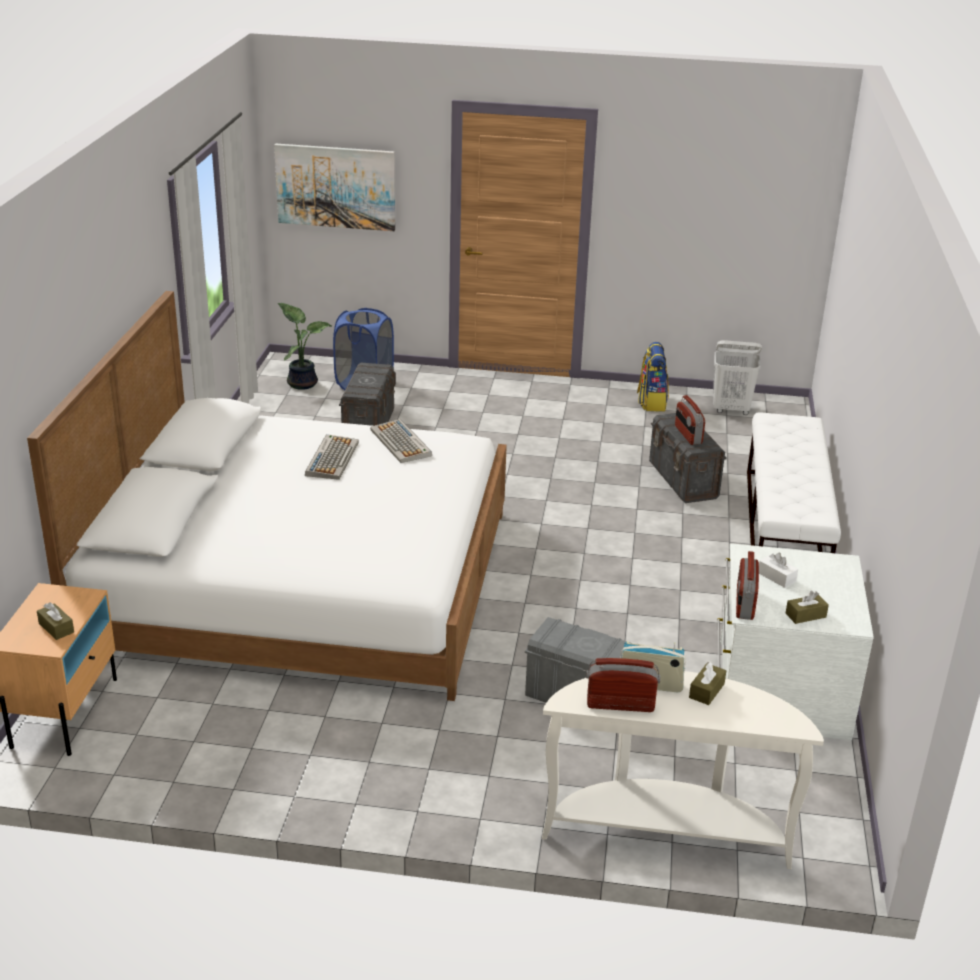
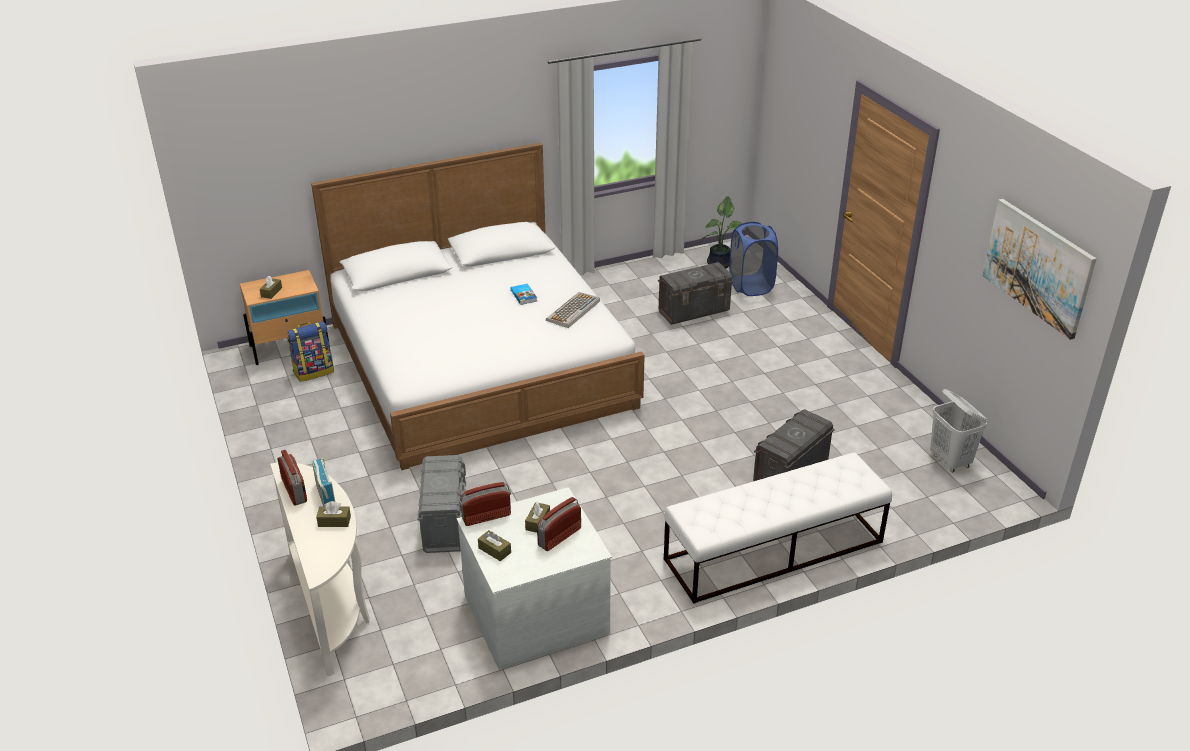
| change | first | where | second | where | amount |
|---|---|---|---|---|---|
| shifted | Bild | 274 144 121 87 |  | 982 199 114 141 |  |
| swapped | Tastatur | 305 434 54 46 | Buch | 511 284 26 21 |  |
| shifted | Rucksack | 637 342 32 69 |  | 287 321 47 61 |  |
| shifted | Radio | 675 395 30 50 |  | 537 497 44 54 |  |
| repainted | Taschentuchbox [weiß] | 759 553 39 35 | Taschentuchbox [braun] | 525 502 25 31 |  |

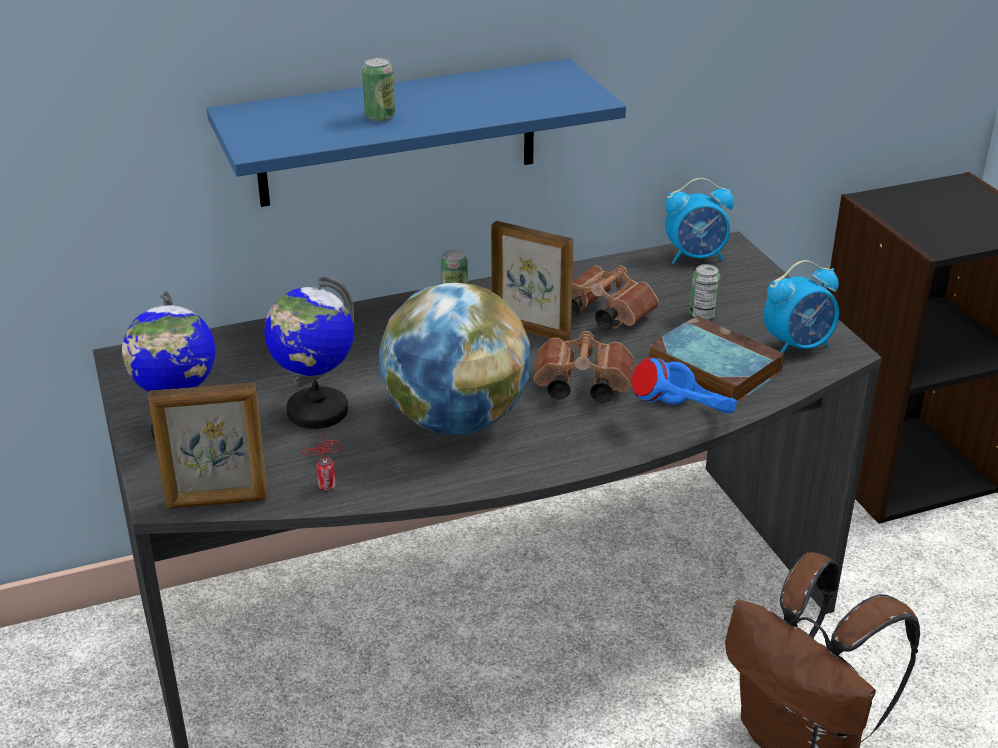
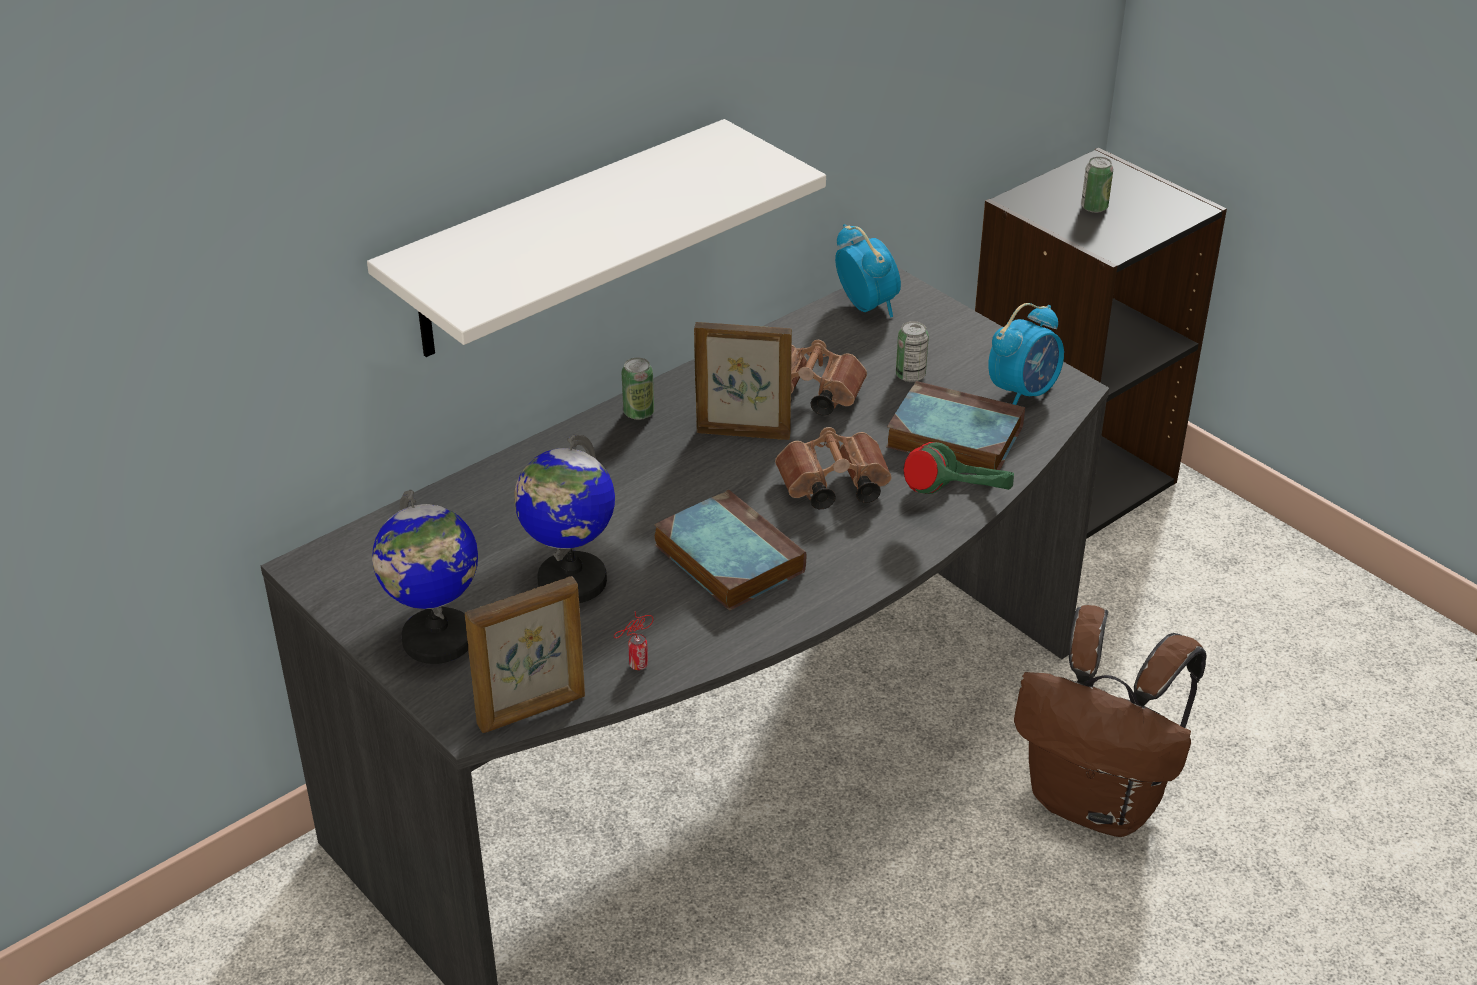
| change | first | where | second | where | amount |
|---|---|---|---|---|---|
| repainted | Wandregal [blau] | 207 59 419 148 | Wandregal [weiß] | 367 119 459 238 |  |
| shifted | Dose | 362 57 33 65 |  | 1081 157 32 56 |  |
| swapped | Globus | 379 283 151 152 | Buch | 654 489 152 122 |  |
| repainted | Kopfhörer [blau] | 632 357 105 57 | Kopfhörer [grün] | 904 442 110 52 |  |
| rotated | Wecker | 665 178 69 86 |  | 835 224 66 93 | 90 degrees counterclockwise |

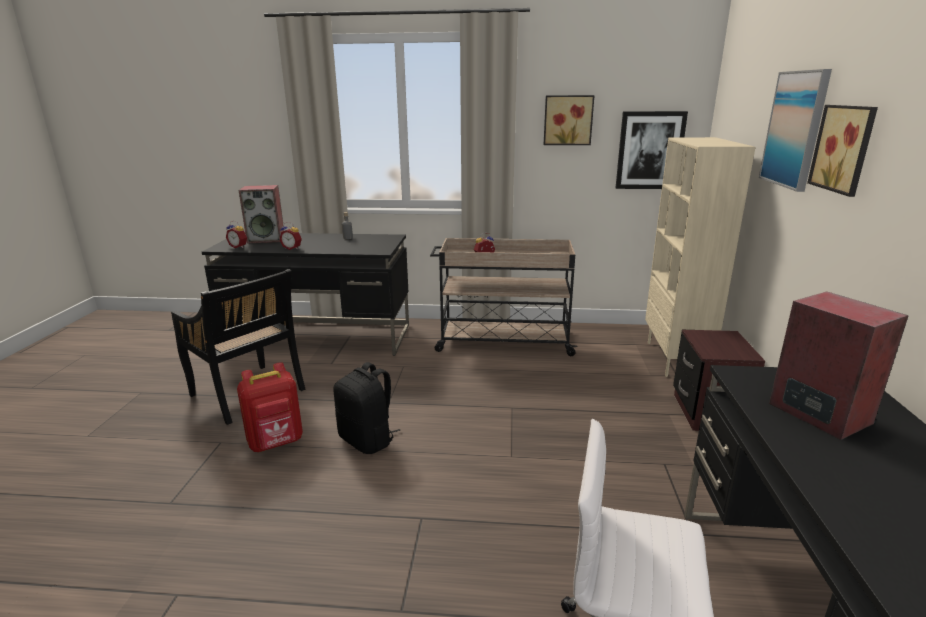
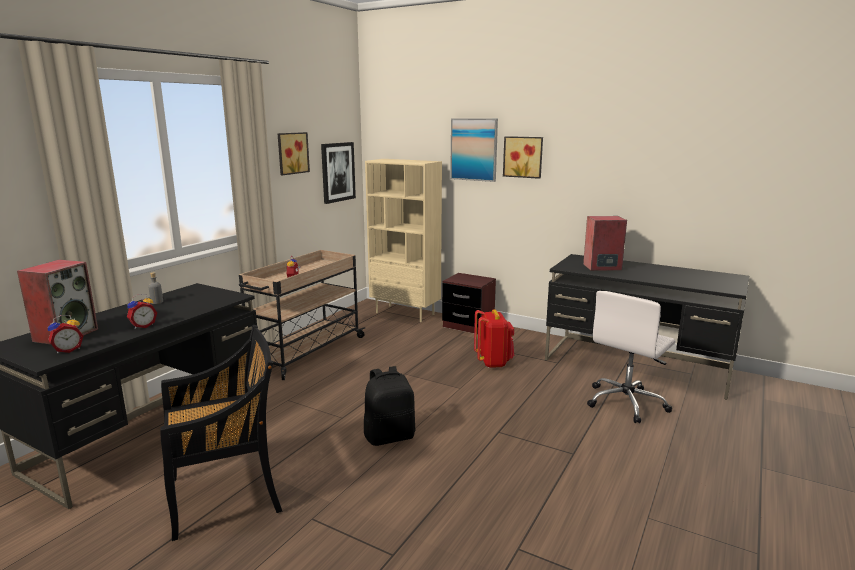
| change | first | where | second | where | amount |
|---|---|---|---|---|---|
| shifted | Rucksack [rot] | 237 362 66 90 |  | 474 309 40 59 |  |

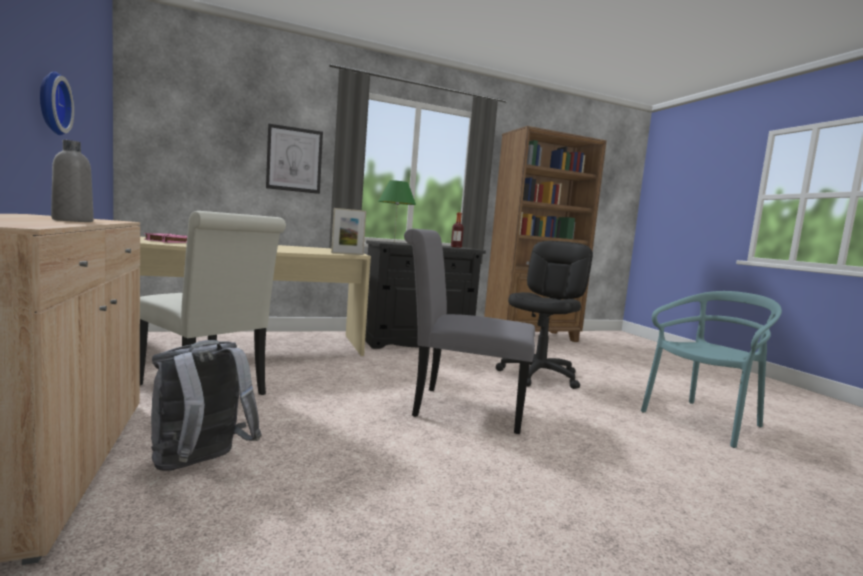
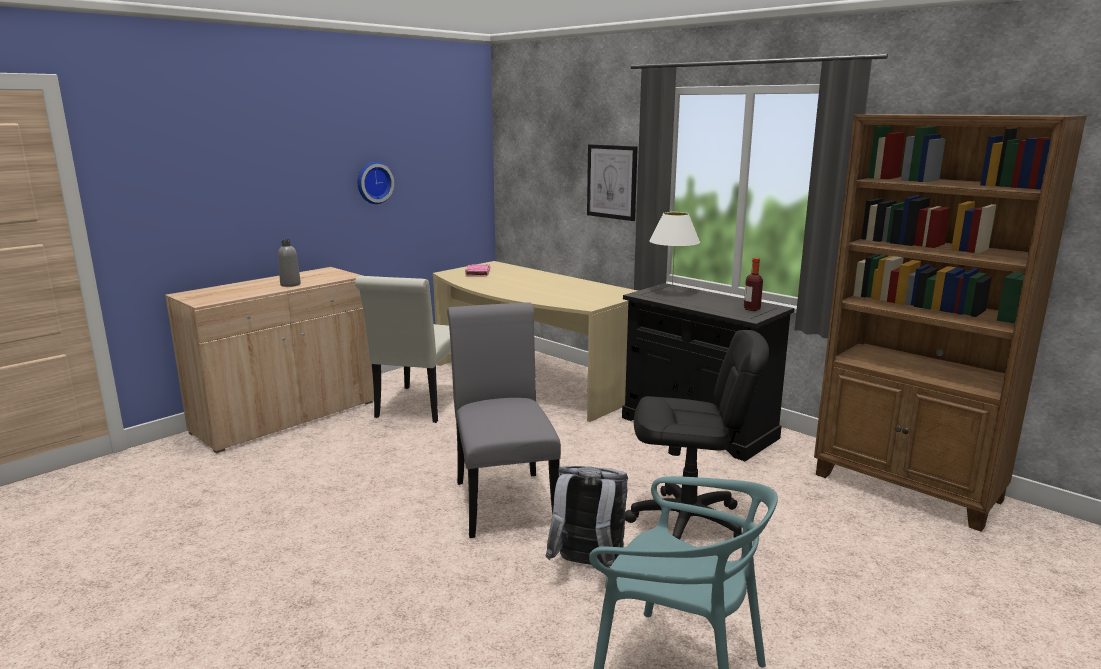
| change | first | where | second | where | amount |
|---|---|---|---|---|---|
| shifted | Rucksack [grau] | 151 340 111 131 |  | 546 466 82 102 |  |
| gone | Bilderrahmen | 331 208 35 47 |  |  |  |
| repainted | Tischlampe [grün] | 378 180 38 63 | Tischlampe [weiß] | 649 212 51 78 |  |

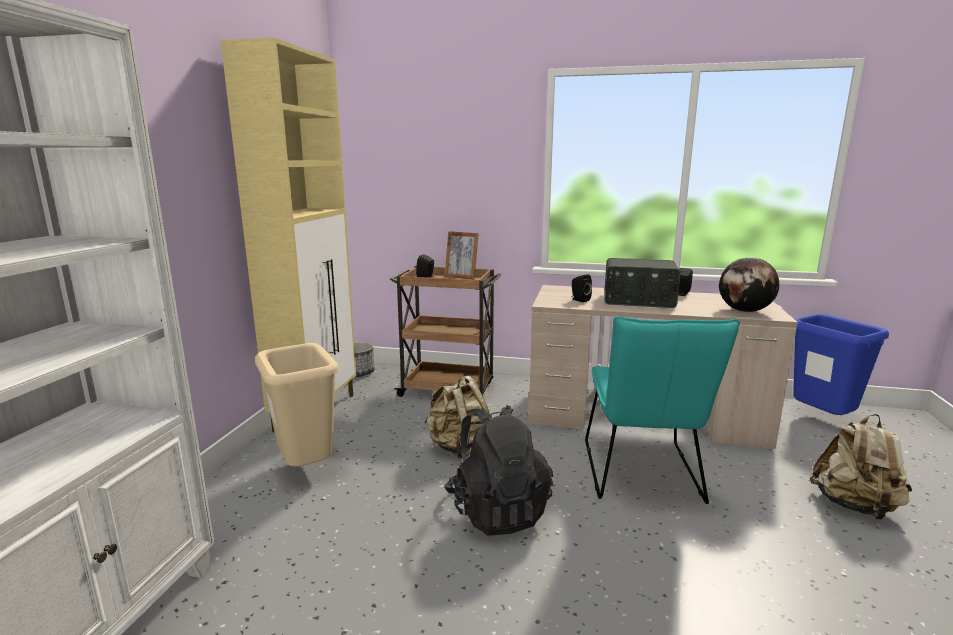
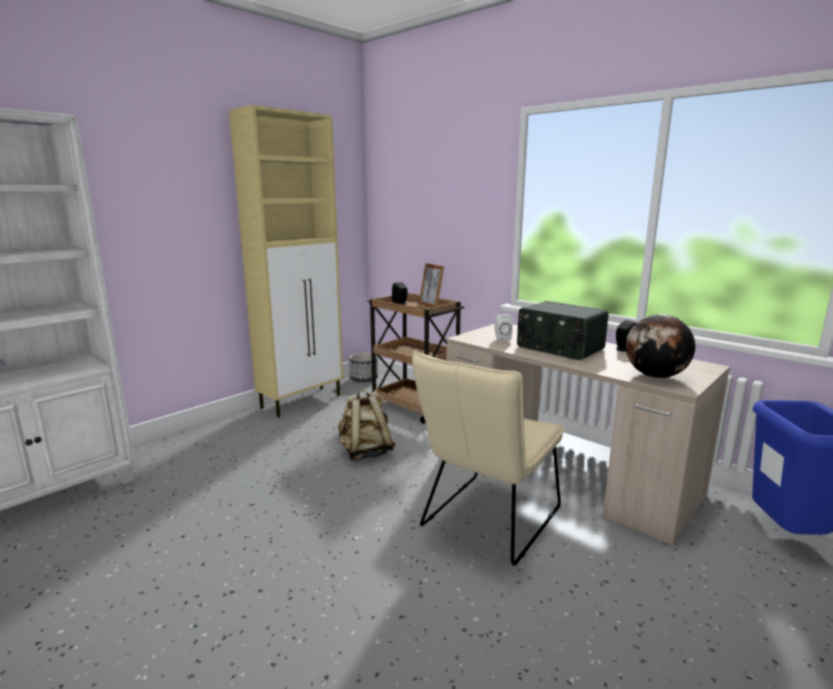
| change | first | where | second | where | amount |
|---|---|---|---|---|---|
| gone | Mülleimer [beige] | 255 343 84 124 |  |  |  |
| gone | Rucksack [schwarz] | 444 405 109 130 |  |  |  |
| repainted | Lautsprecher [schwarz] | 572 274 20 28 | Lautsprecher [weiß] | 494 314 19 28 |  |
| repainted | Stuhl [türkis] | 585 316 155 188 | Stuhl [beige] | 412 351 152 215 |  |
| gone | Rucksack [beige] | 810 414 102 105 |  |  |  |

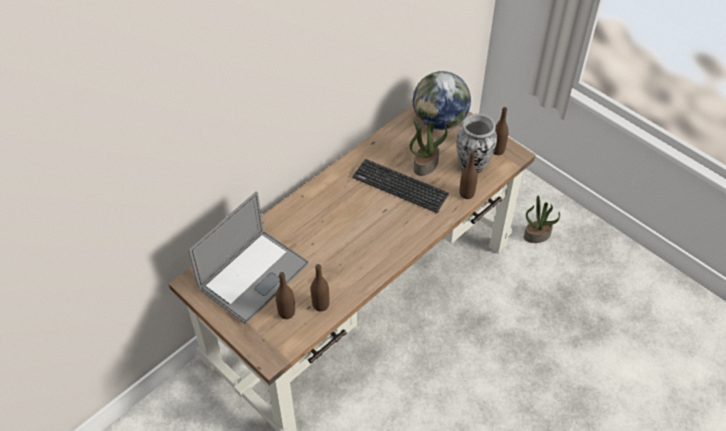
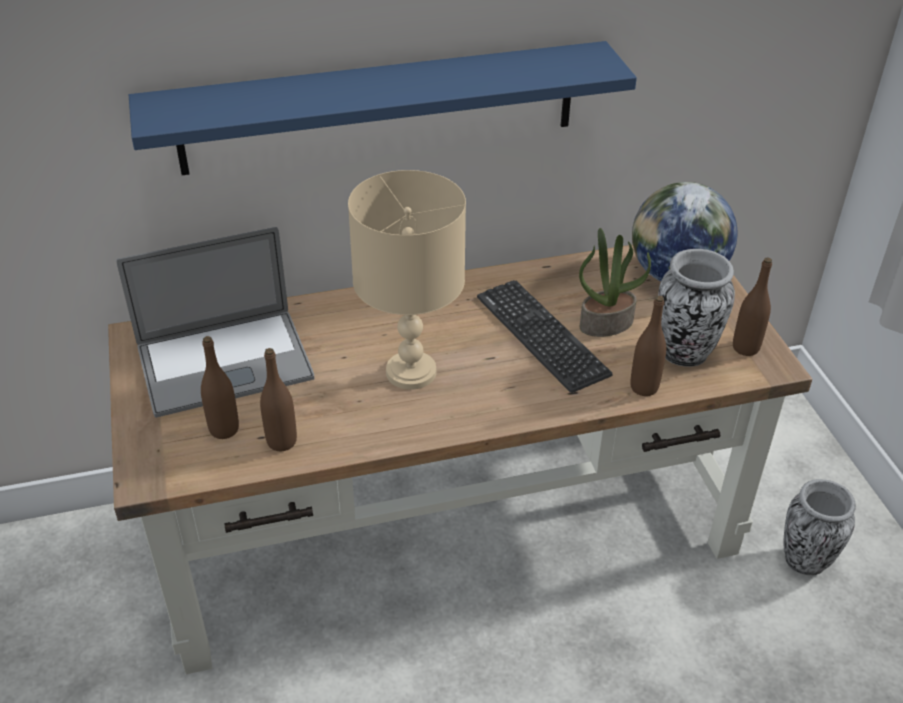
| change | first | where | second | where | amount |
|---|---|---|---|---|---|
| swapped | Topfpflanze | 524 196 36 47 | Vase | 783 479 73 96 |  |
| new |  |  | Wandregal [blau] | 129 41 508 134 |  |
| new |  |  | Tischlampe [beige] | 348 170 118 220 |  |

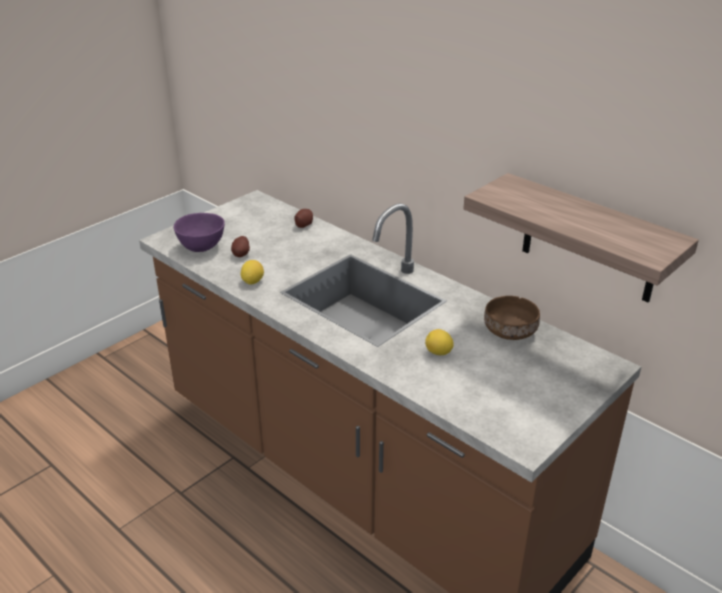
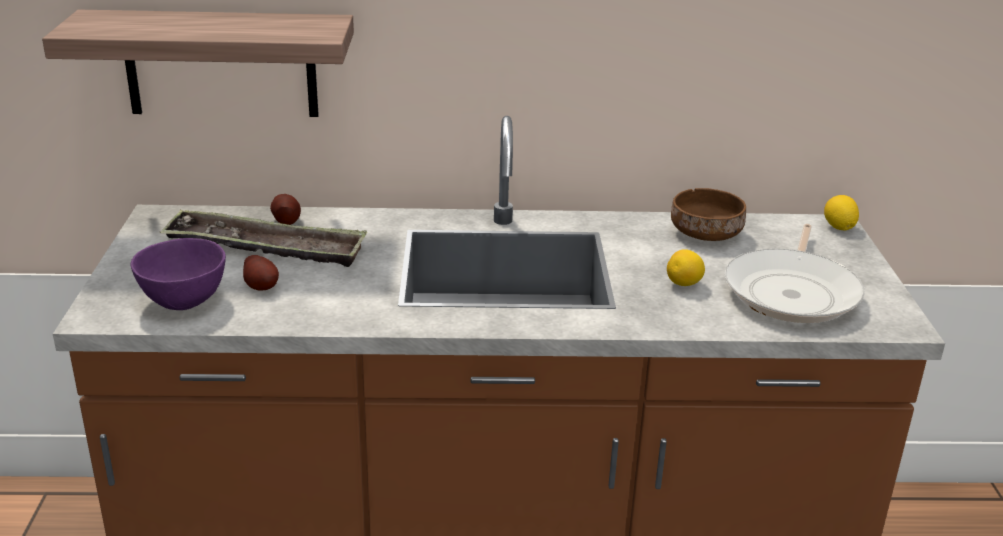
| change | first | where | second | where | amount |
|---|---|---|---|---|---|
| shifted | Zitrone | 241 260 23 25 |  | 824 195 35 35 |  |
| shifted | Wandregal | 463 173 236 129 |  | 42 10 312 107 |  |
| new |  |  | Tablett | 160 209 207 58 |  |
| new |  |  | Pfanne | 725 224 140 99 |  |

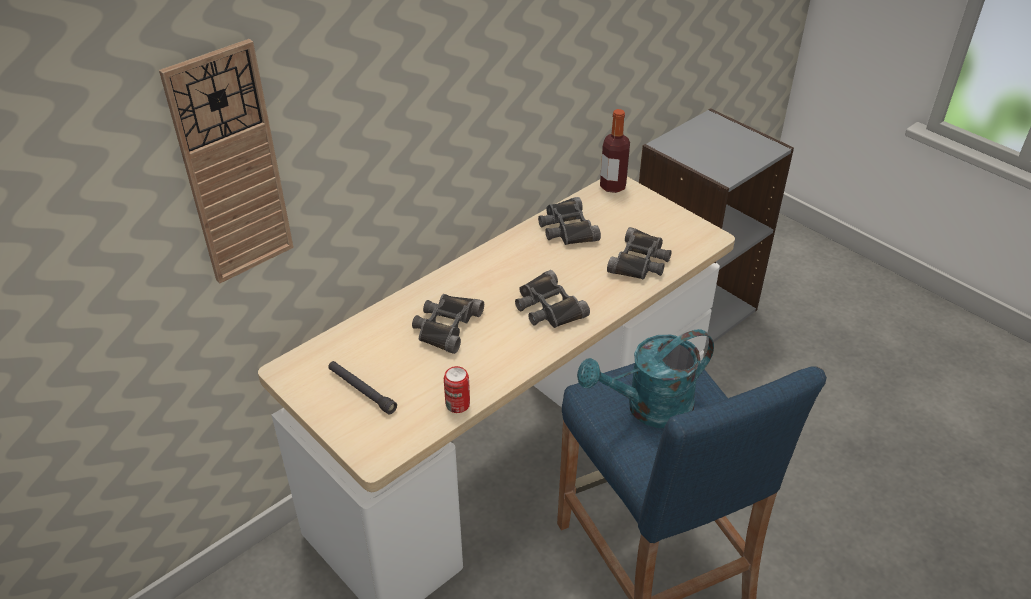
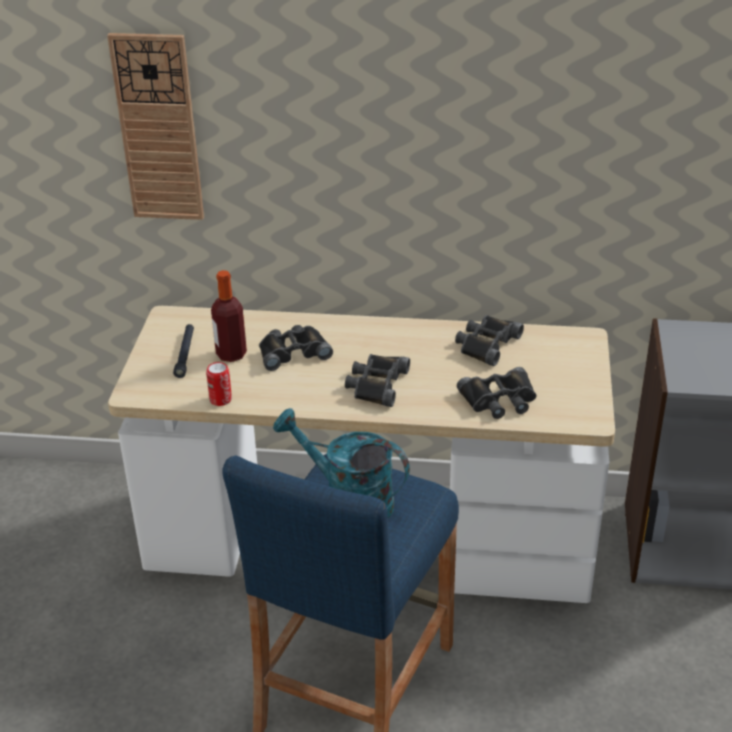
| change | first | where | second | where | amount |
|---|---|---|---|---|---|
| shifted | Flasche | 600 109 30 84 |  | 211 270 36 92 |  |

